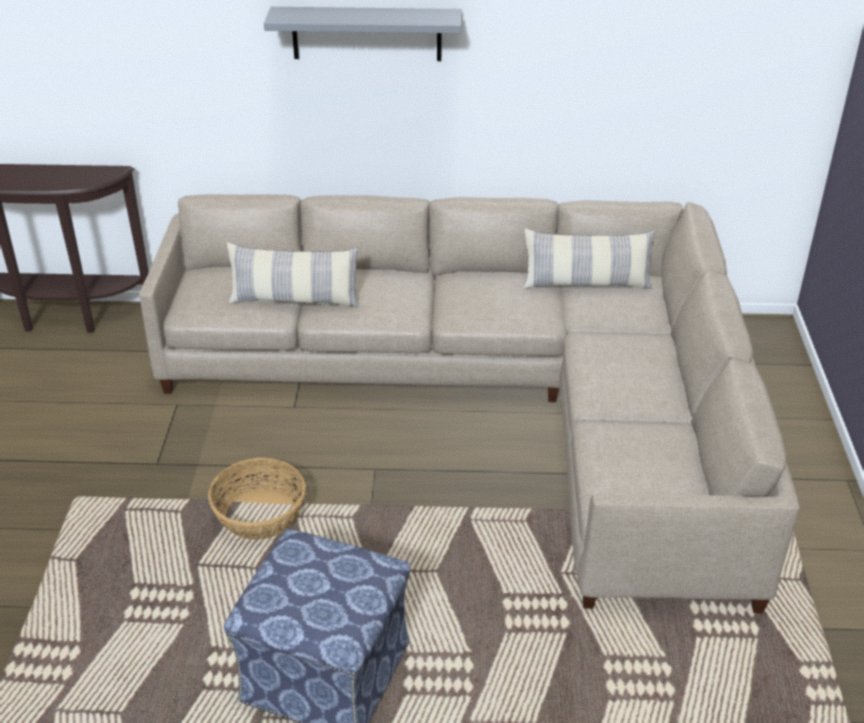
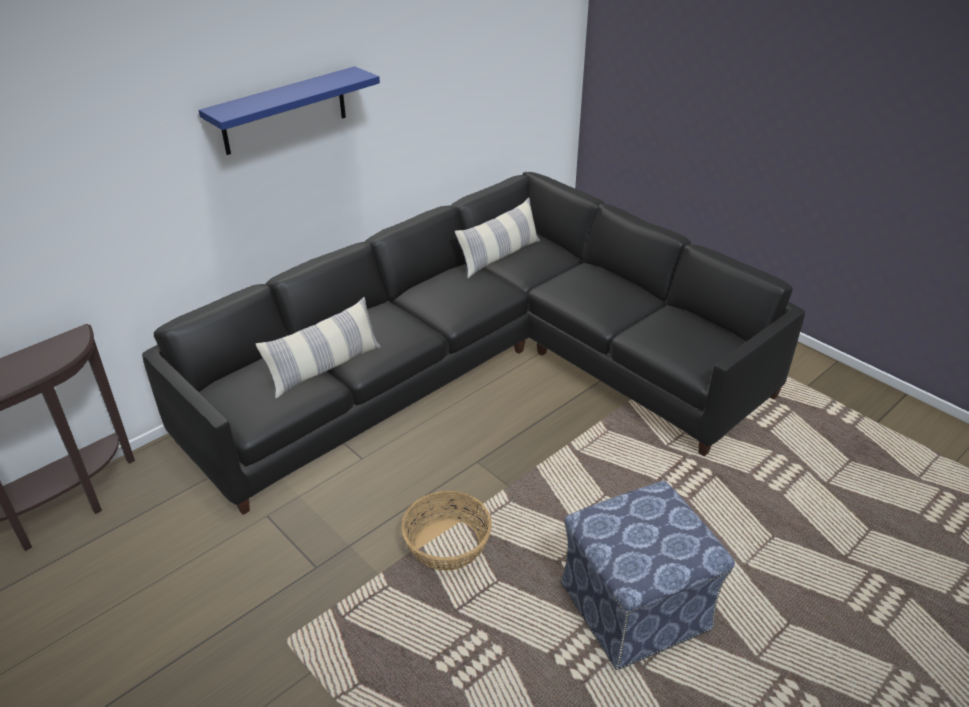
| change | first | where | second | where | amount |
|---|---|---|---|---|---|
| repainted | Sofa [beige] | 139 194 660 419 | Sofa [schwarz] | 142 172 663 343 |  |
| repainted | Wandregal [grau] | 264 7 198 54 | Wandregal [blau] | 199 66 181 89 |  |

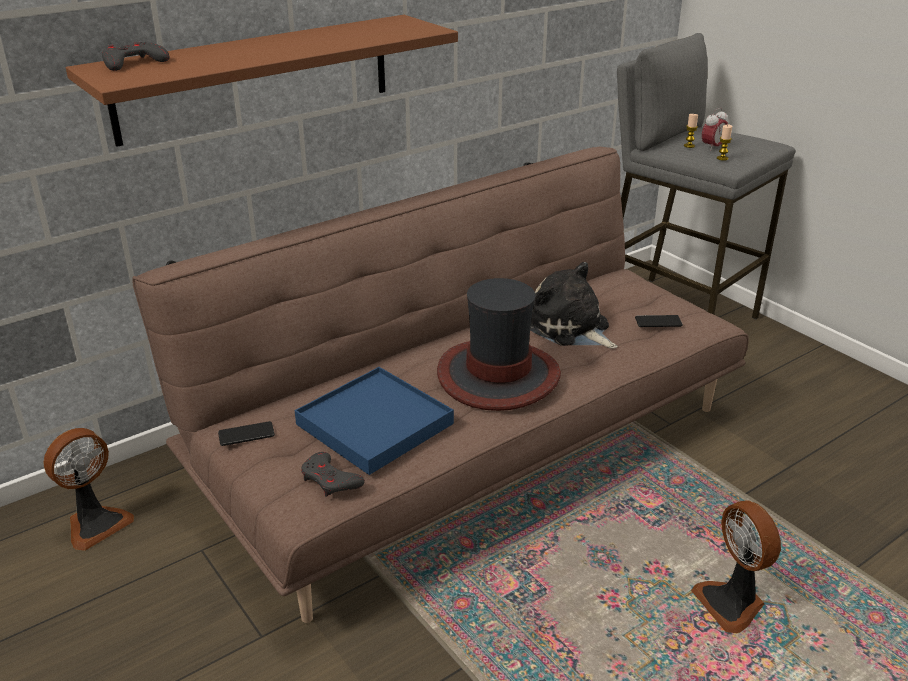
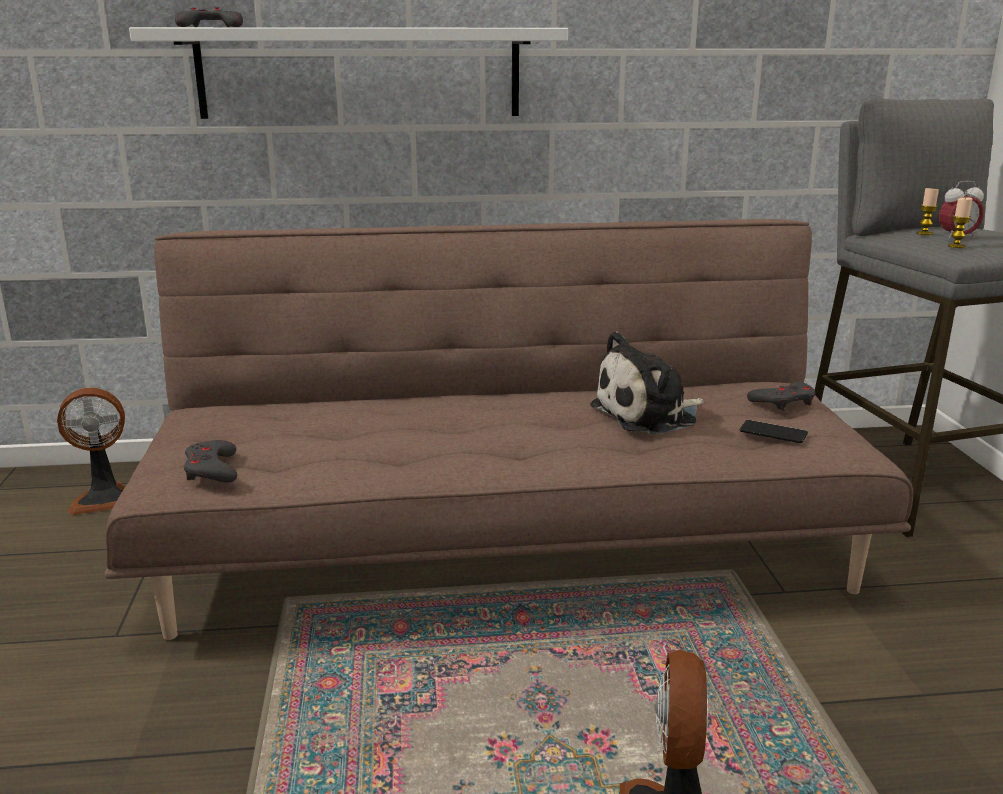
| change | first | where | second | where | amount |
|---|---|---|---|---|---|
| repainted | Wandregal [braun] | 66 15 392 132 | Wandregal [weiß] | 129 27 439 92 |  |
| gone | Handy | 218 421 57 25 |  |  |  |
| gone | Tablett [blau] | 295 367 159 108 |  |  |  |
| gone | Hut | 437 278 124 133 |  |  |  |
| rotated | Plüschtier | 530 262 88 86 |  | 590 331 114 103 | 105 degrees counterclockwise |
| new |  |  | Gamepad [grau] | 747 382 68 29 |  |

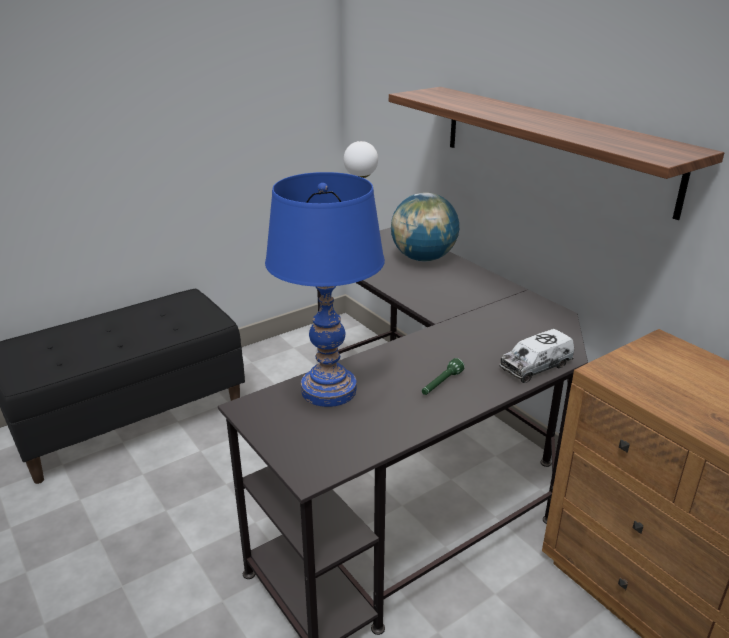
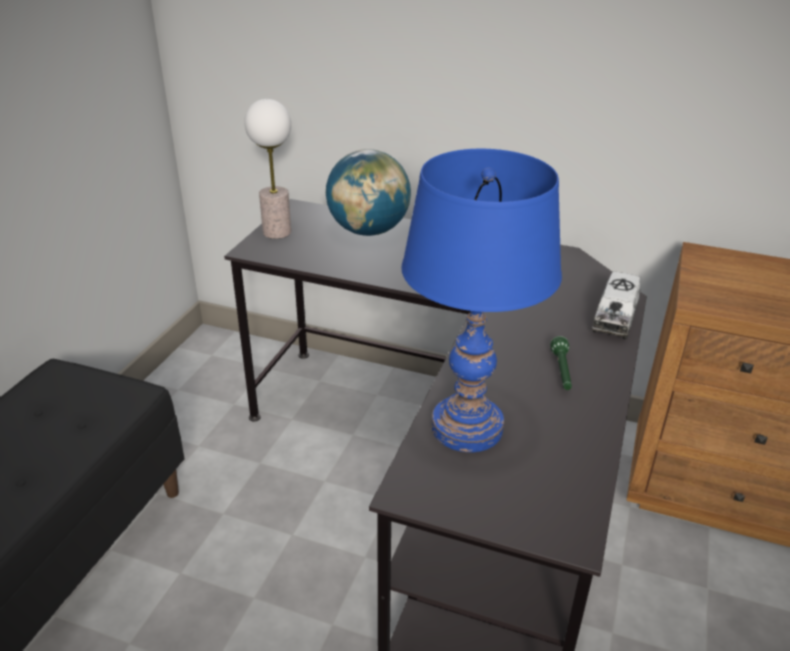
| change | first | where | second | where | amount |
|---|---|---|---|---|---|
| gone | Wandregal | 389 87 335 133 |  |  |  |

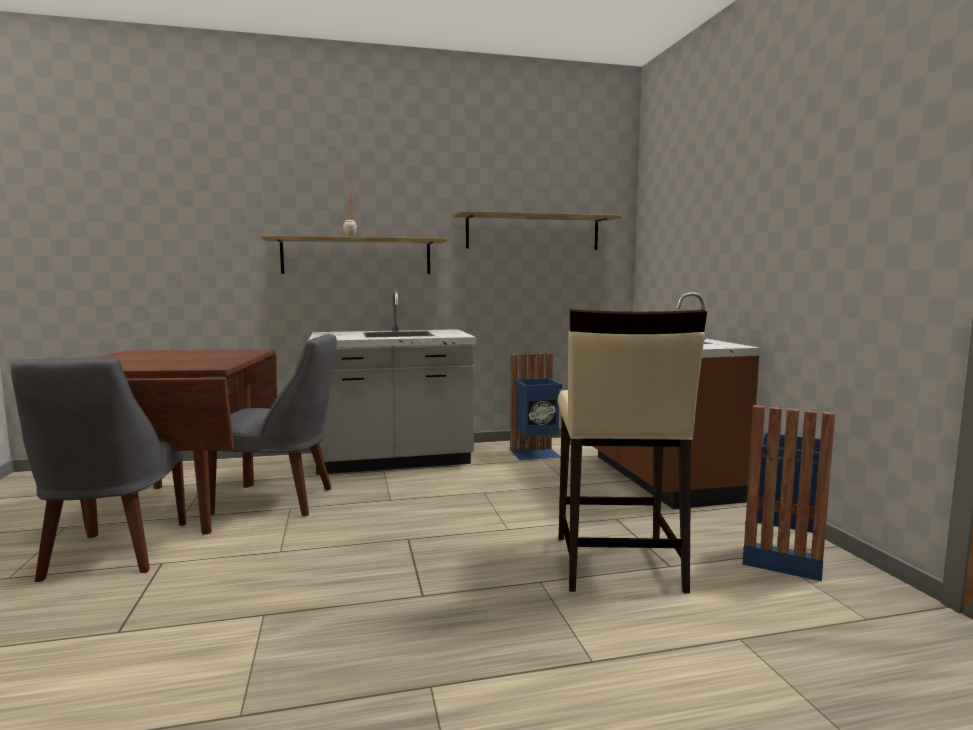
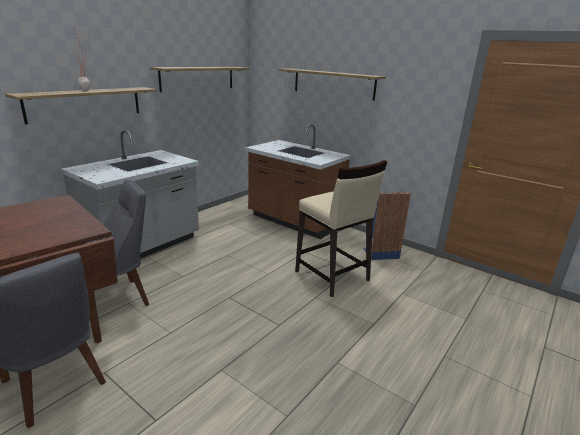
| change | first | where | second | where | amount |
|---|---|---|---|---|---|
| gone | Mülleimer [blau] | 510 353 52 107 |  |  |  |
| new |  |  | Wandregal | 279 69 107 32 |  |

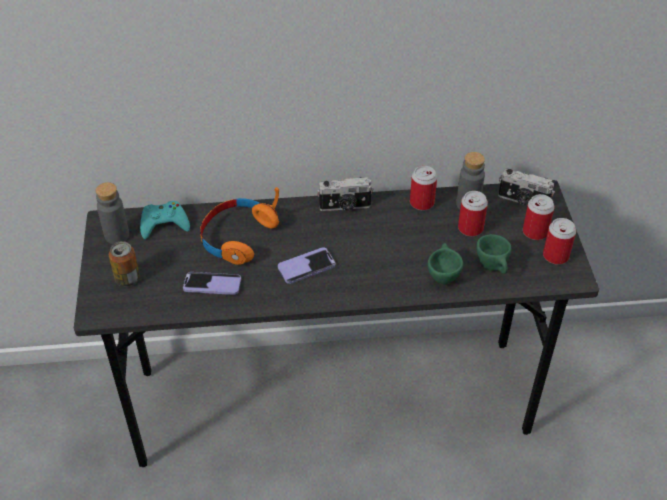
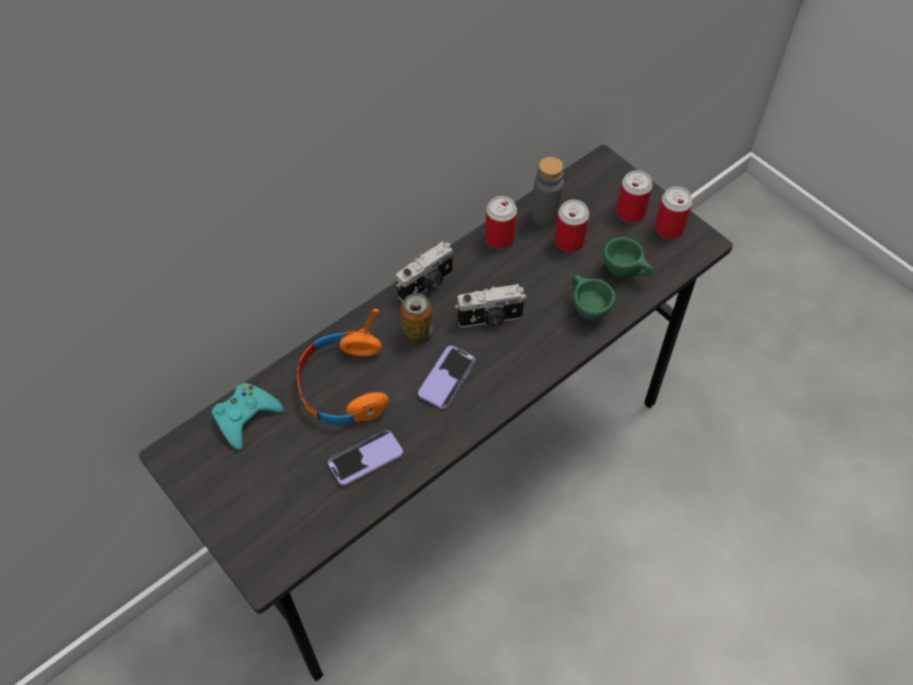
| change | first | where | second | where | amount |
|---|---|---|---|---|---|
| gone | Flasche [grau] | 95 182 34 62 |  |  |  |
| shifted | Dose | 109 241 31 45 |  | 401 293 32 51 |  |
| shifted | Kamera | 498 169 57 36 |  | 455 284 71 44 |  |

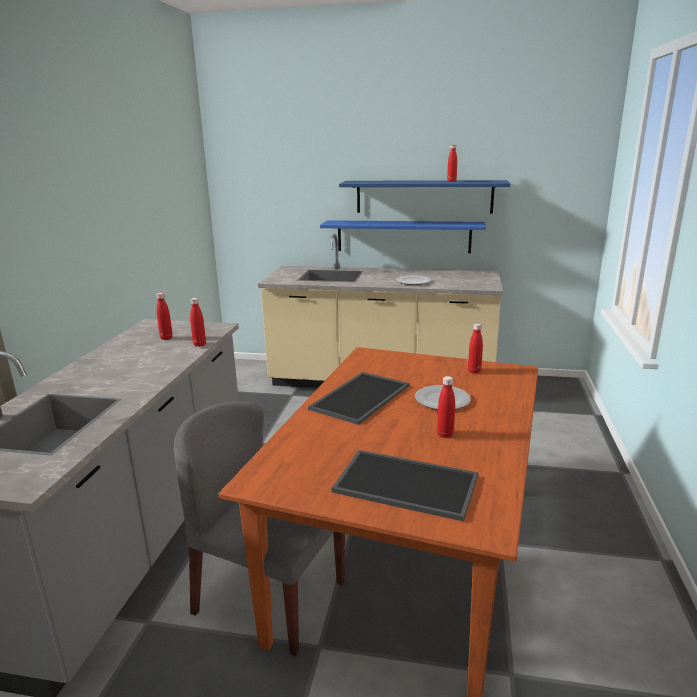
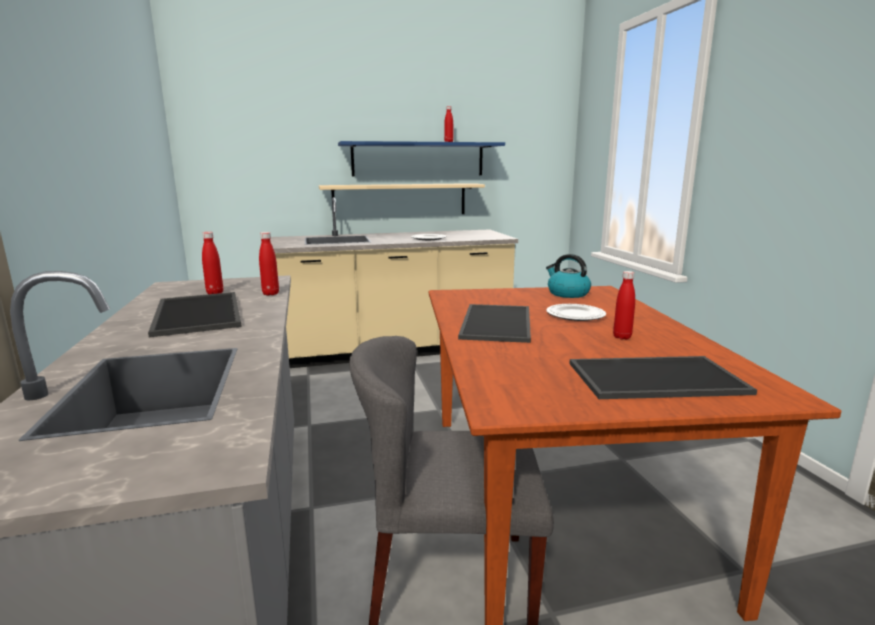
| change | first | where | second | where | amount |
|---|---|---|---|---|---|
| repainted | Wandregal [blau] | 320 220 166 33 | Wandregal [beige] | 319 183 166 31 |  |
| swapped | Flasche [rot] | 468 323 15 50 | Wasserkessel | 546 254 45 44 |  |
| new |  |  | Tablett | 148 292 94 45 |  |

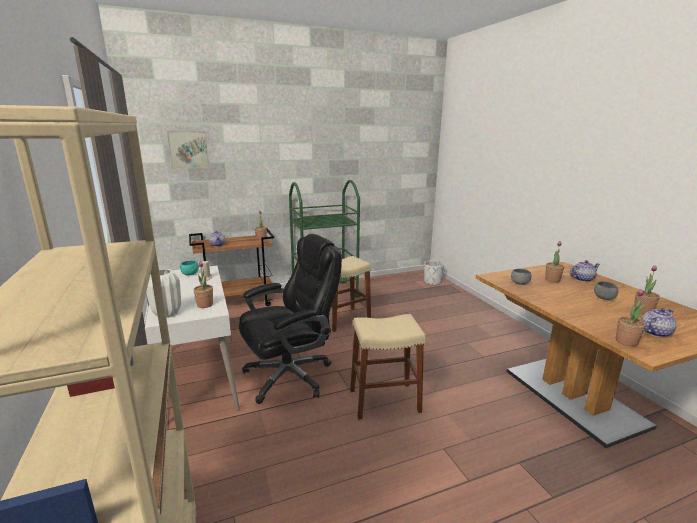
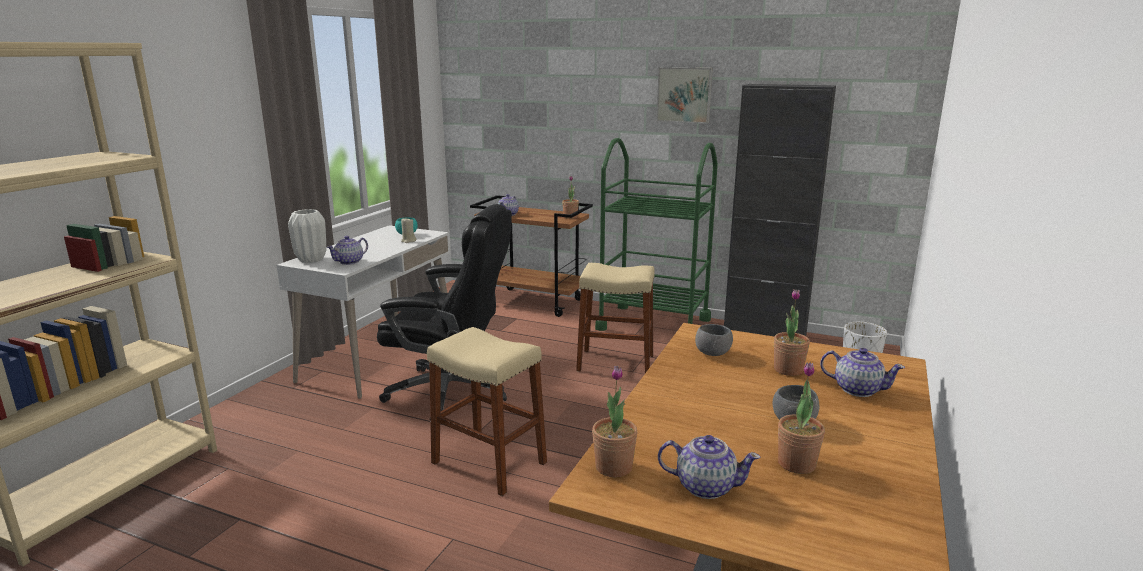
| change | first | where | second | where | amount |
|---|---|---|---|---|---|
| shifted | Bild | 167 131 43 38 |  | 656 67 57 57 |  |
| swapped | Topfpflanze | 193 261 20 47 | Teekanne | 327 236 41 29 |  |
| new |  |  | Schrank [schwarz] | 724 84 112 253 |  |

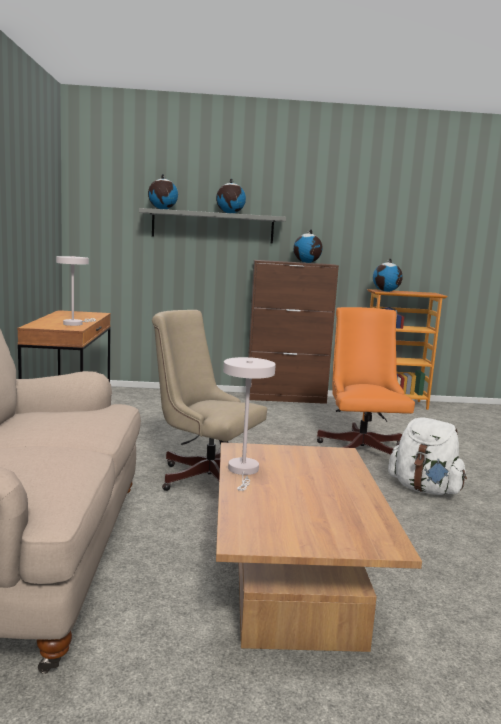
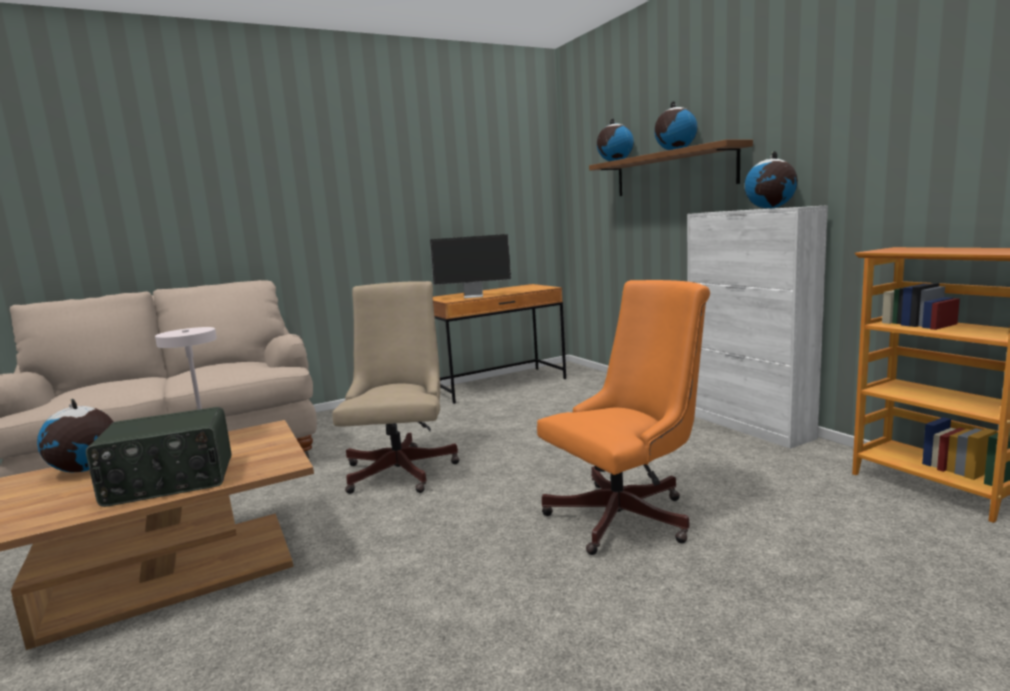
| change | first | where | second | where | amount |
|---|---|---|---|---|---|
| swapped | Tischlampe [weiß] | 56 256 40 70 | Monitor | 430 234 81 64 |  |
| repainted | Wandregal [grau] | 139 208 147 36 | Wandregal [braun] | 589 140 164 56 |  |
| repainted | Schrank [braun] | 248 260 91 144 | Schrank [weiß] | 687 205 141 244 |  |
| shifted | Globus | 373 258 30 34 |  | 37 399 76 73 |  |
| gone | Rucksack [weiß] | 388 417 79 78 |  |  |  |
| new |  |  | Radio | 86 407 145 100 |  |

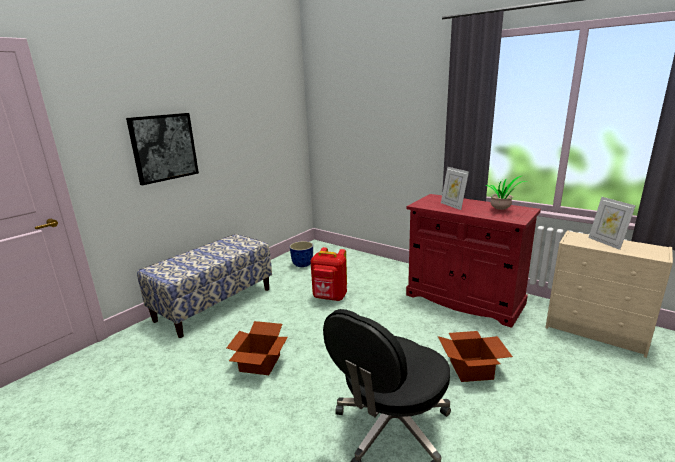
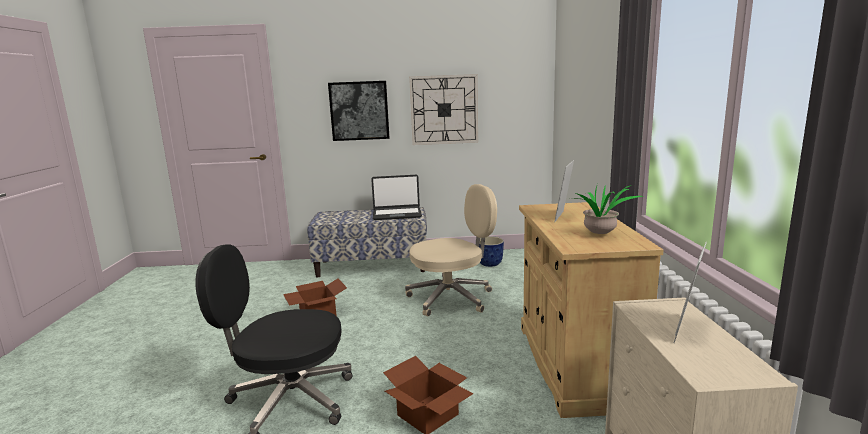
| change | first | where | second | where | amount |
|---|---|---|---|---|---|
| swapped | Rucksack [rot] | 311 247 36 54 | Bürostuhl [beige] | 405 184 92 132 |  |
| repainted | Schrank [rot] | 406 194 135 134 | Schrank [beige] | 519 202 144 216 |  |
| new |  |  | Laptop | 371 175 51 45 |  |
| new |  |  | Wanduhr | 409 74 69 71 |  |

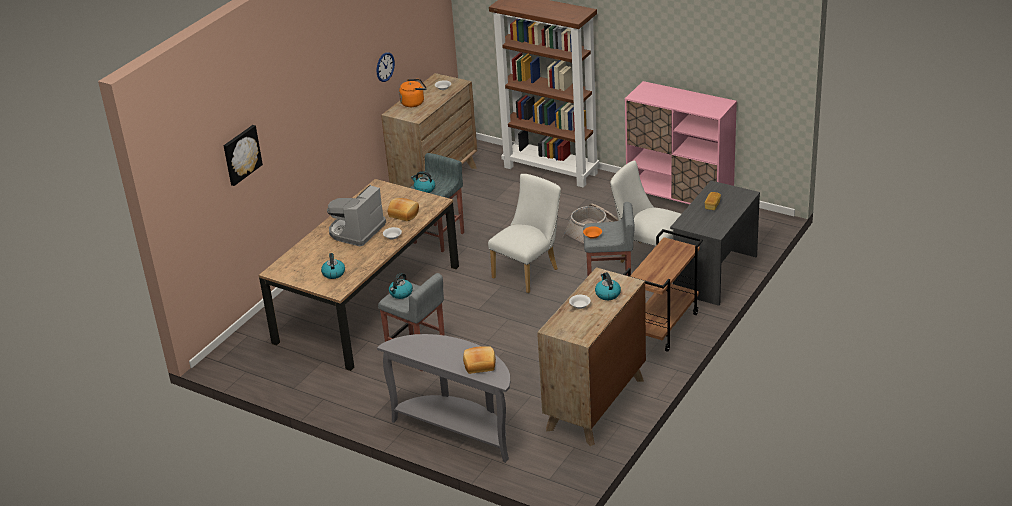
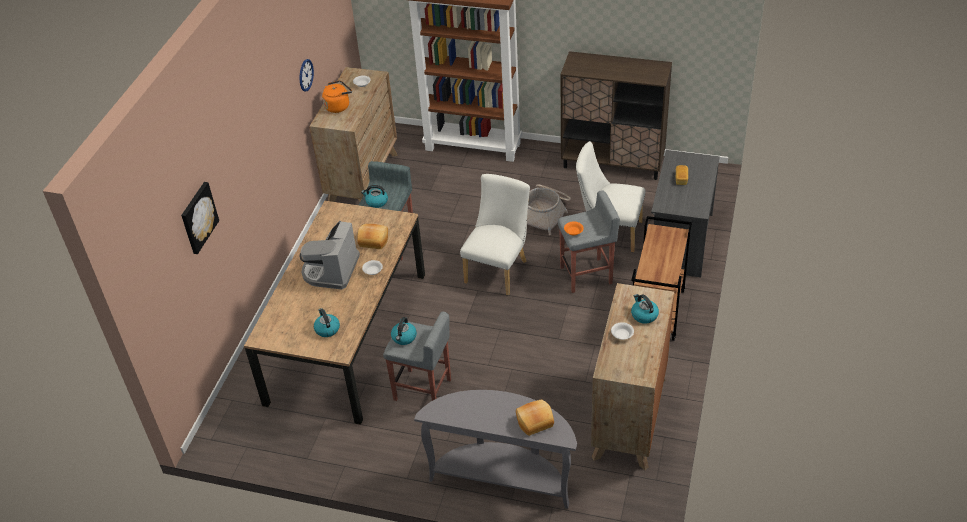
| change | first | where | second | where | amount |
|---|---|---|---|---|---|
| repainted | Schrank [rosa] | 625 81 112 123 | Schrank [braun] | 560 51 112 129 |  |

